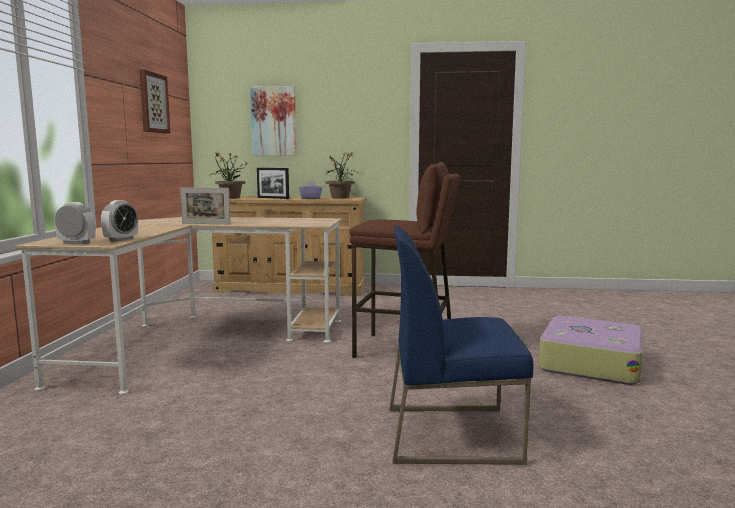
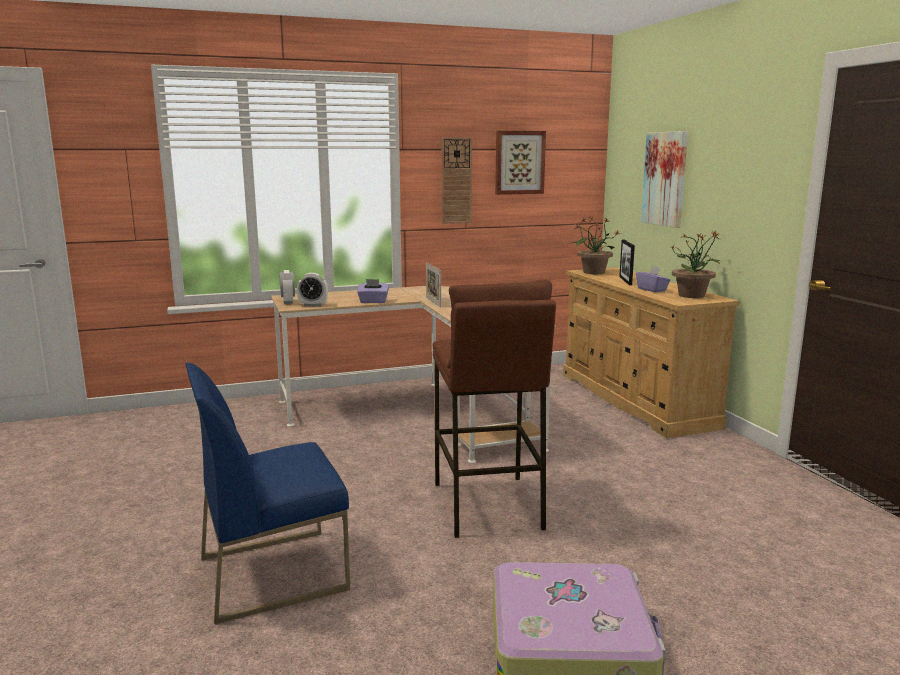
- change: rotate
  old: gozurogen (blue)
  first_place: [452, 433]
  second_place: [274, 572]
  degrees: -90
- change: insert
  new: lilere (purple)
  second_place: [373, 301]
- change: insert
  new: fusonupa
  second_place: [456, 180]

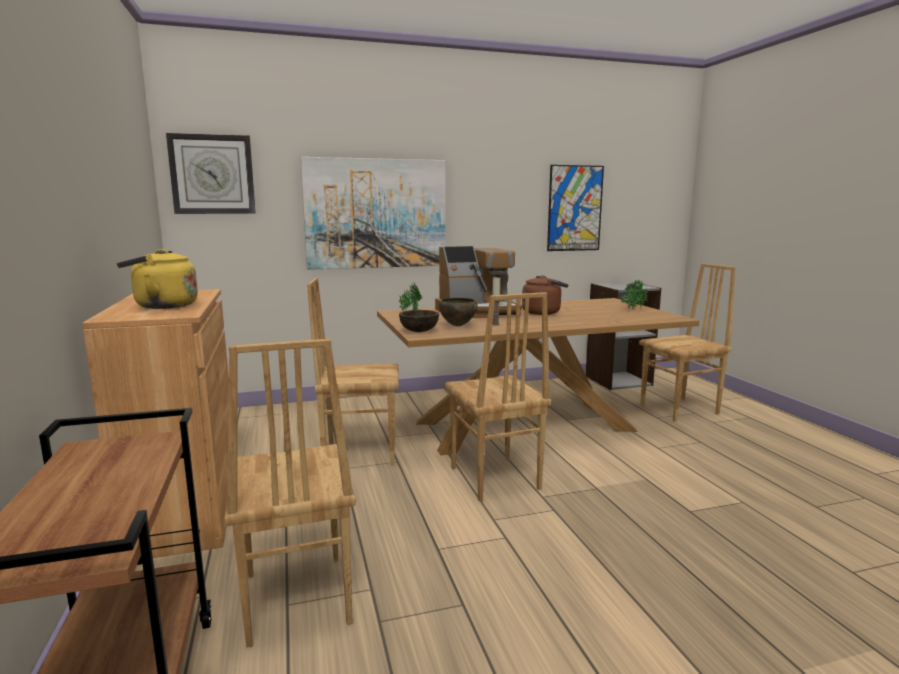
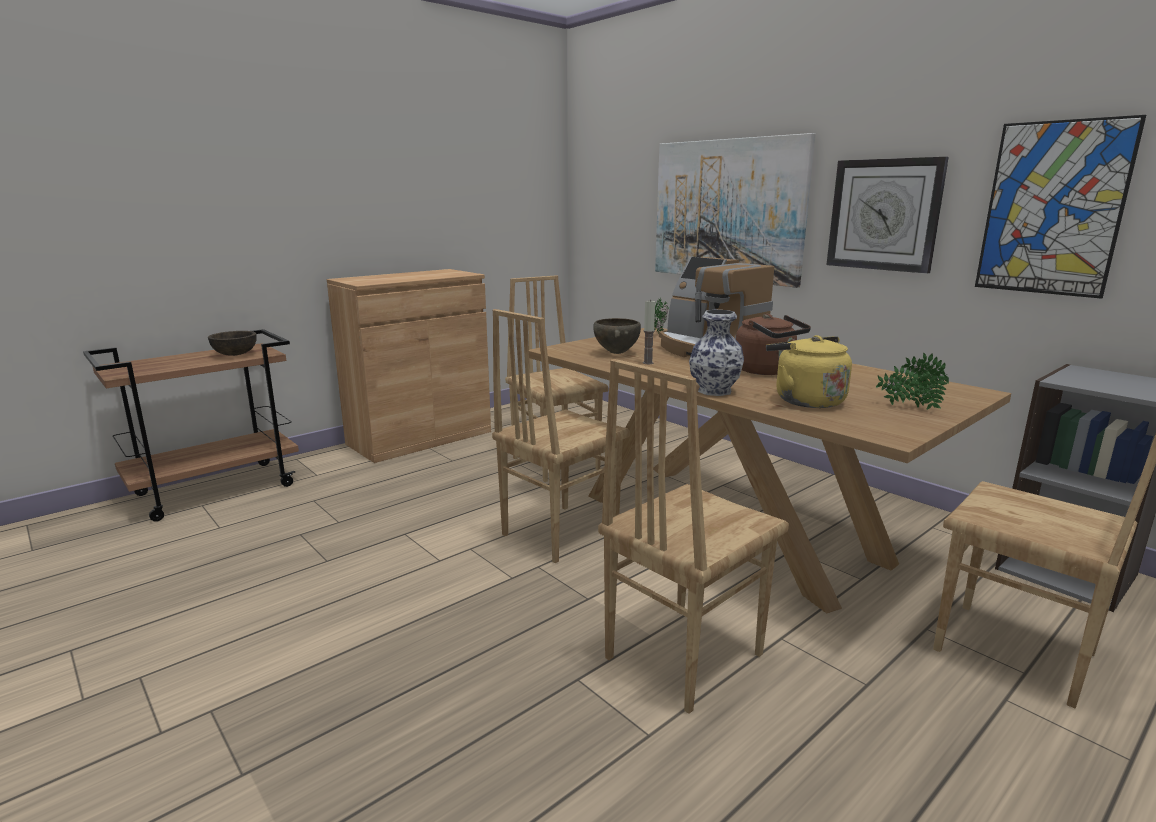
- change: move
  old: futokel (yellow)
  first_place: [162, 306]
  second_place: [805, 400]
- change: move
  old: fusonupa
  first_place: [212, 174]
  second_place: [884, 215]
- change: move
  old: gozurogen (brown)
  first_place: [294, 599]
  second_place: [681, 655]
- change: move
  old: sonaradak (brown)
  first_place: [418, 331]
  second_place: [235, 354]
- change: insert
  new: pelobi
  second_place: [715, 391]

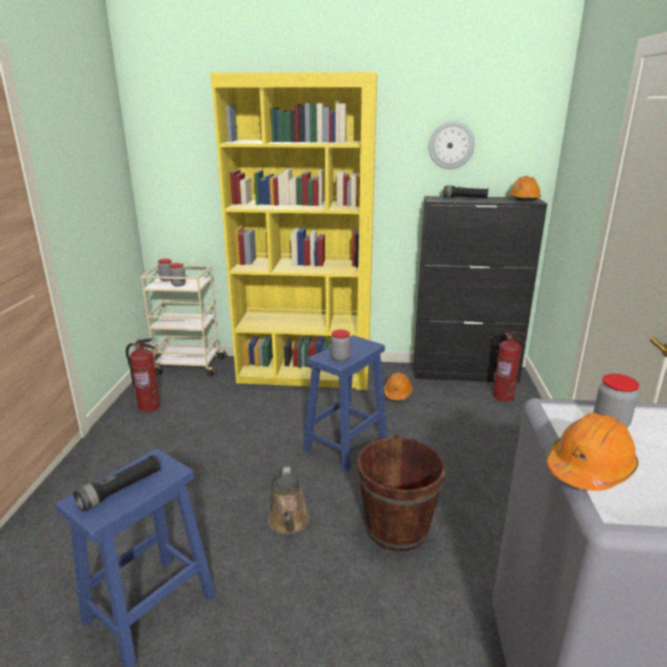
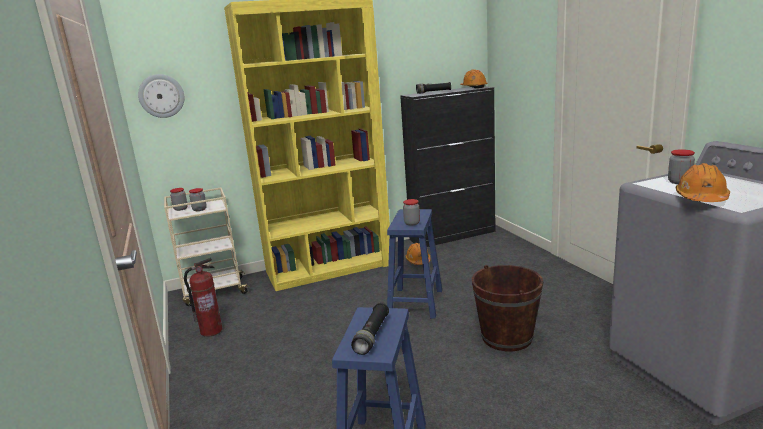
- change: delete
  old: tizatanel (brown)
  first_place: [289, 522]
- change: move
  old: fusonupa
  first_place: [451, 145]
  second_place: [161, 96]
- change: delete
  old: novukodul
  first_place: [503, 396]

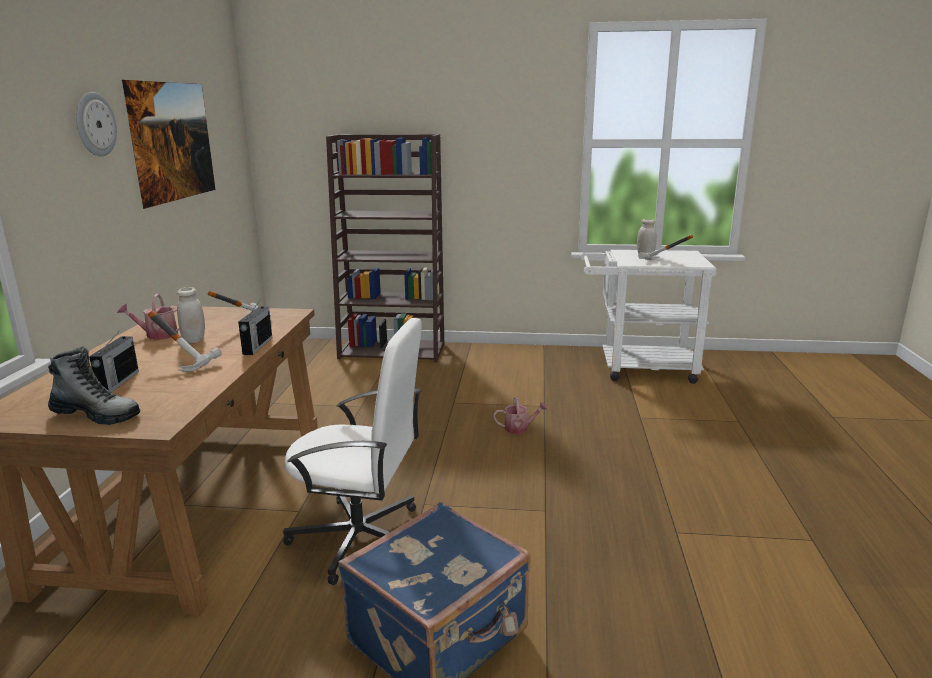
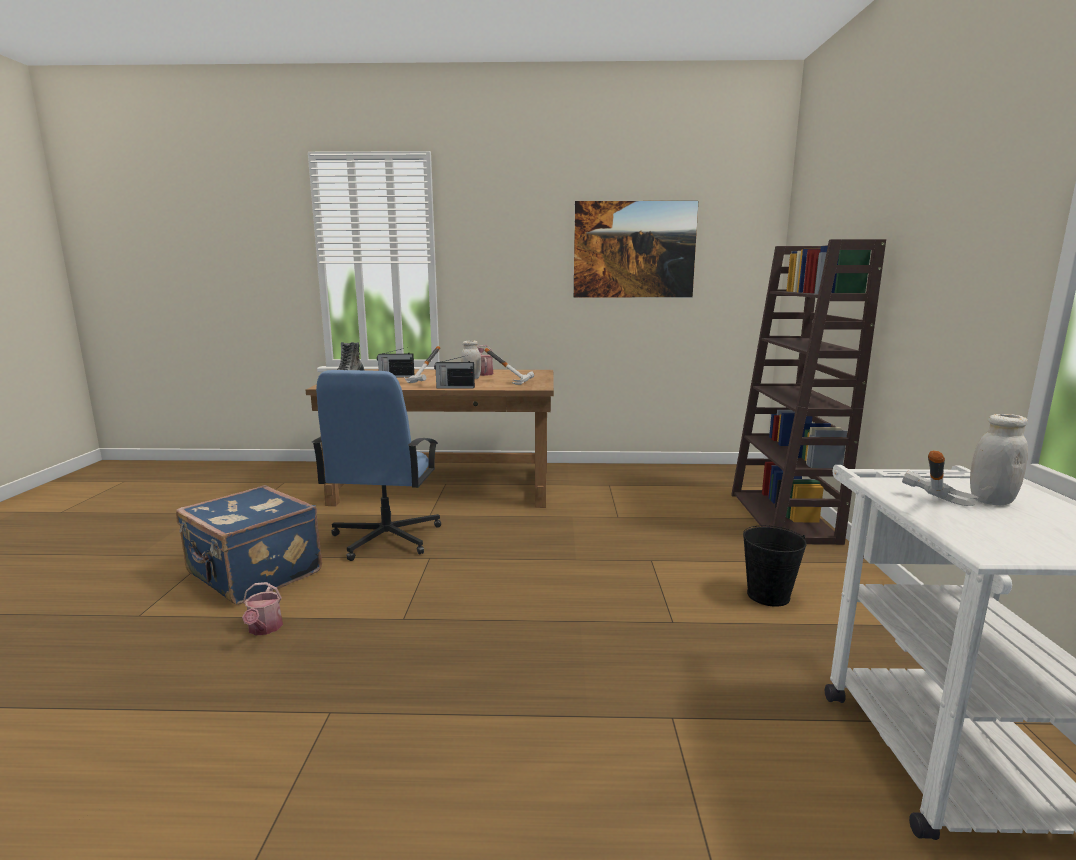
- change: delete
  old: fusonupa
  first_place: [95, 124]
- change: recolor
  old: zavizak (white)
  new: zavizak (blue)
  first_place: [360, 538]
  second_place: [385, 538]
- change: move
  old: tizatanel
  first_place: [519, 428]
  second_place: [264, 629]
- change: insert
  new: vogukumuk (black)
  second_place: [768, 596]

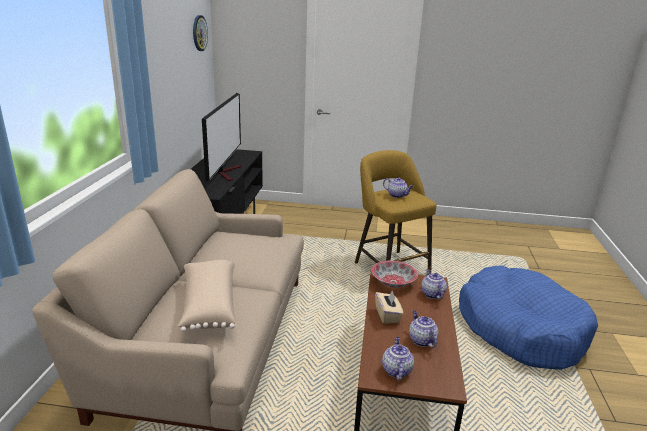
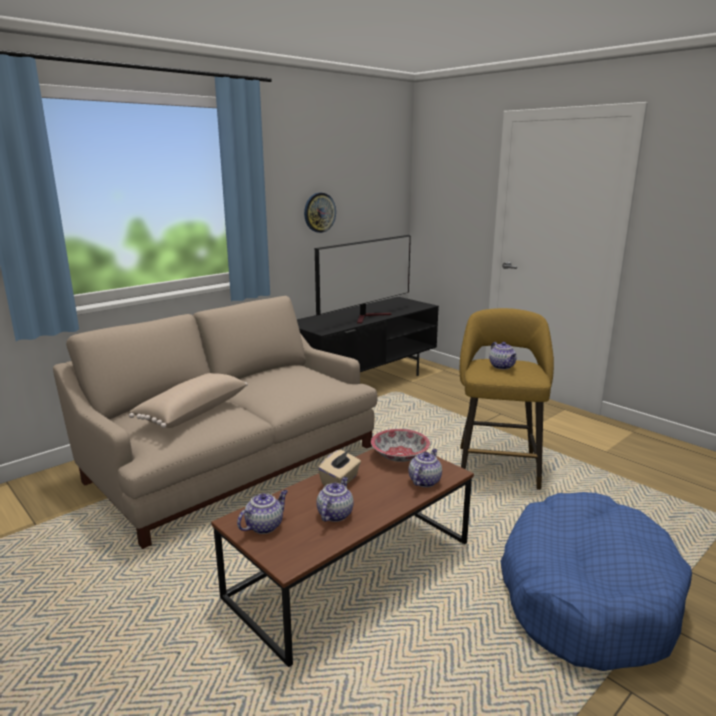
- change: move
  old: fusonupa
  first_place: [199, 33]
  second_place: [319, 212]

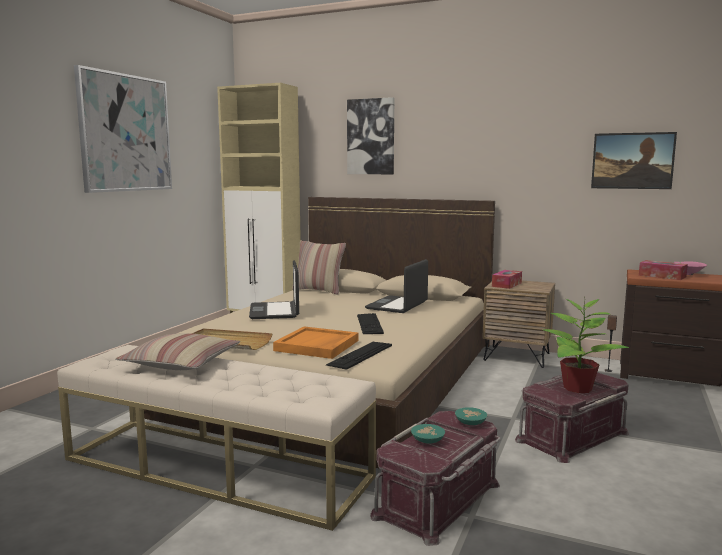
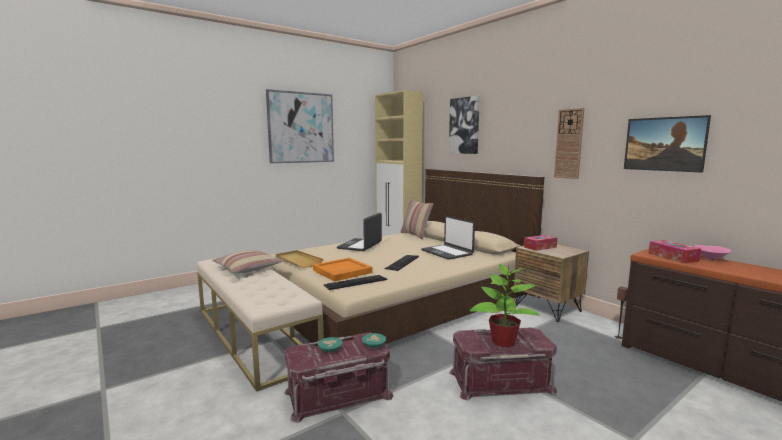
- change: rotate
  old: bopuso
  first_place: [397, 305]
  second_place: [447, 252]
  degrees: -90
- change: insert
  new: fusonupa
  second_place: [569, 144]

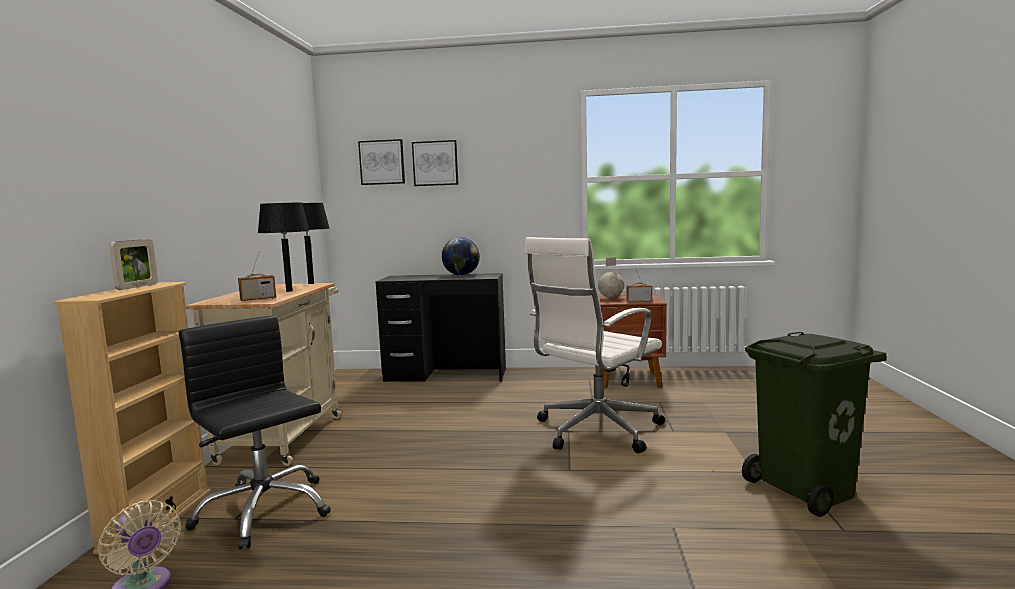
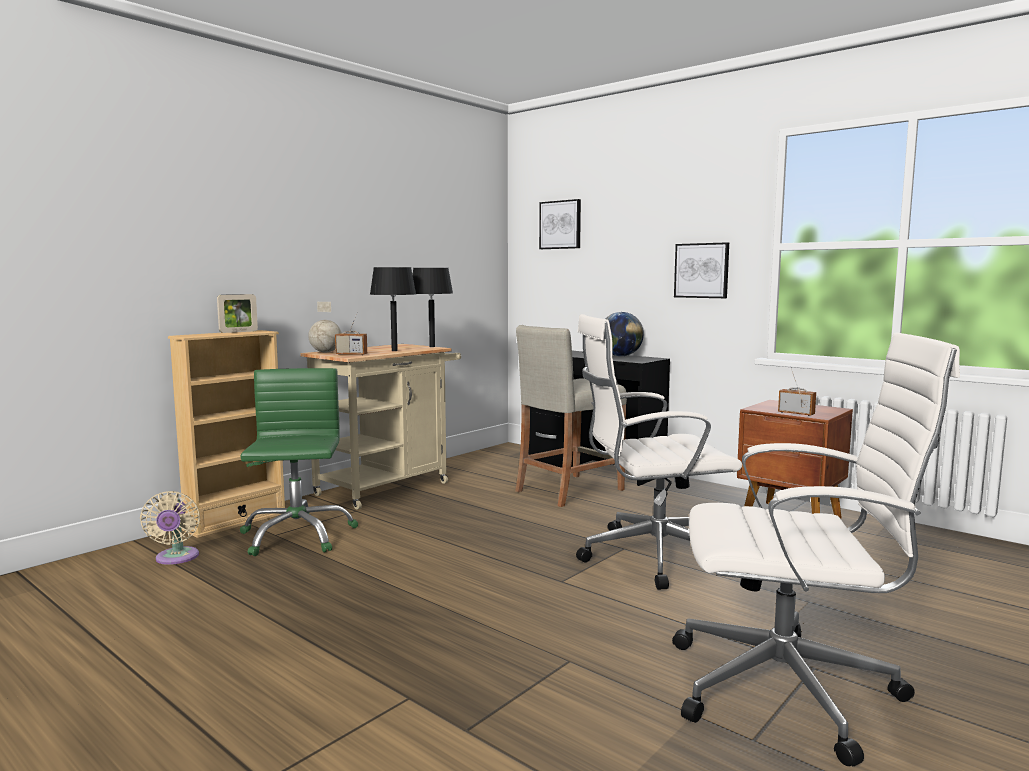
- change: recolor
  old: zavizak (black)
  new: zavizak (green)
  first_place: [263, 511]
  second_place: [297, 535]
- change: move
  old: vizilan
  first_place: [435, 163]
  second_place: [701, 270]
- change: move
  old: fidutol
  first_place: [610, 297]
  second_place: [325, 352]
- change: replace
  old: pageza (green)
  new: zavizak (white)
  first_place: [807, 490]
  second_place: [790, 690]
- change: insert
  new: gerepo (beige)
  second_place: [569, 490]

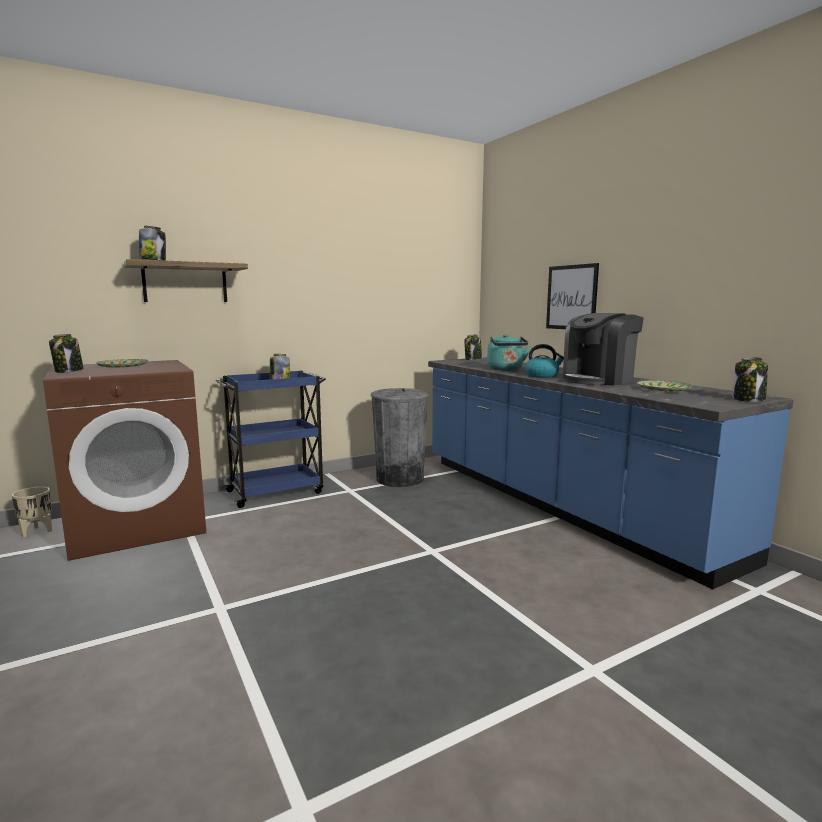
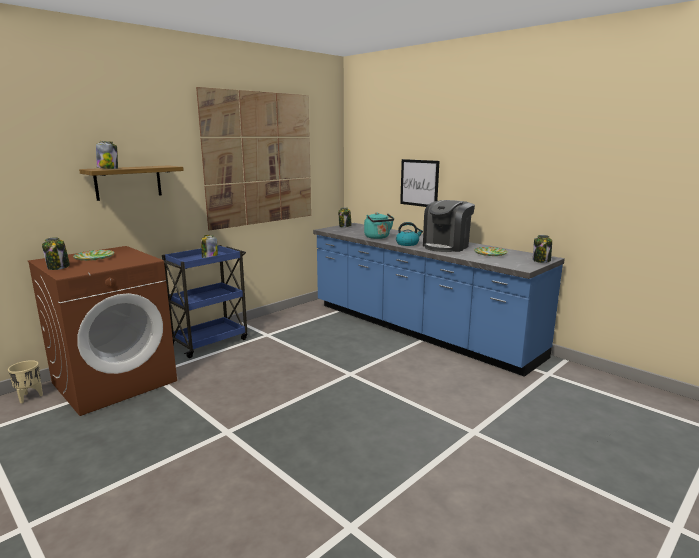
- change: delete
  old: pageza (grey)
  first_place: [400, 479]
- change: insert
  new: vizilan
  second_place: [259, 159]

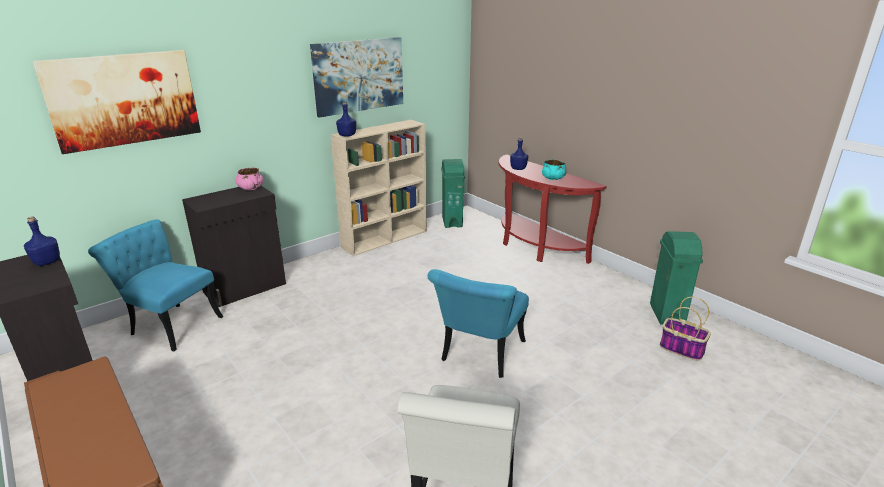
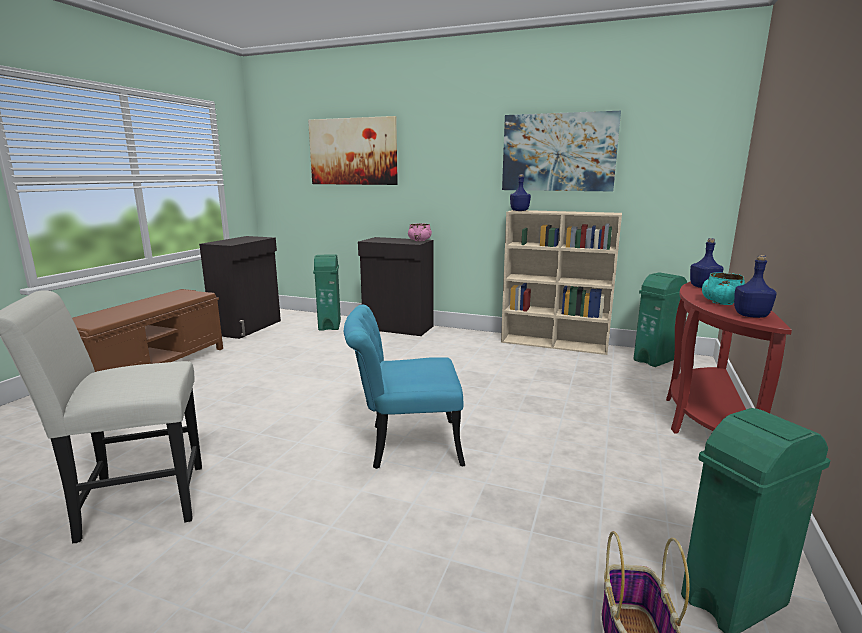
- change: move
  old: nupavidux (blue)
  first_place: [47, 262]
  second_place: [751, 315]
- change: replace
  old: gozurogen (turquoise)
  new: pageza (green)
  first_place: [170, 324]
  second_place: [330, 325]

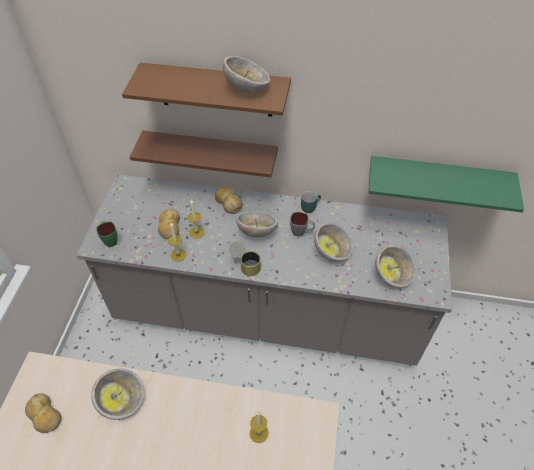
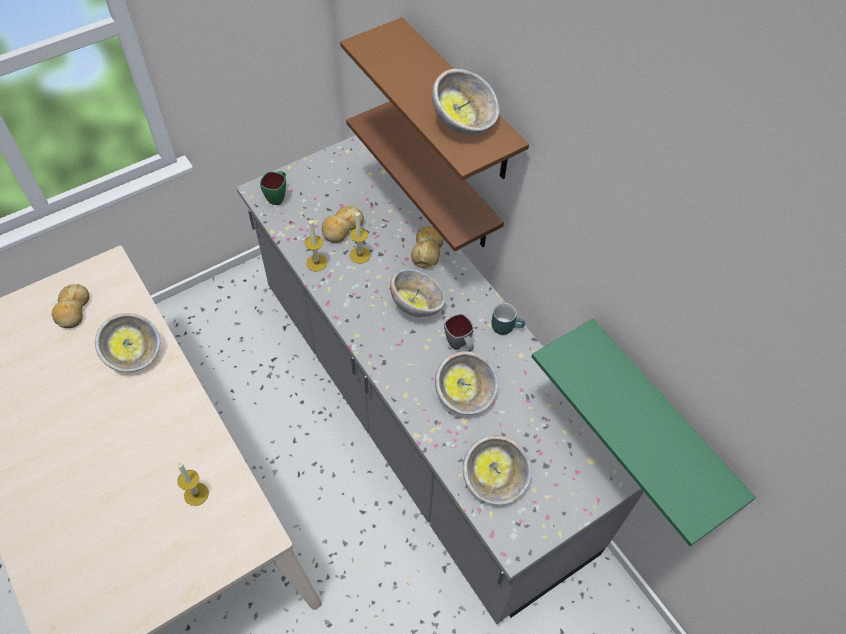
- change: delete
  old: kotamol
  first_place: [245, 265]

